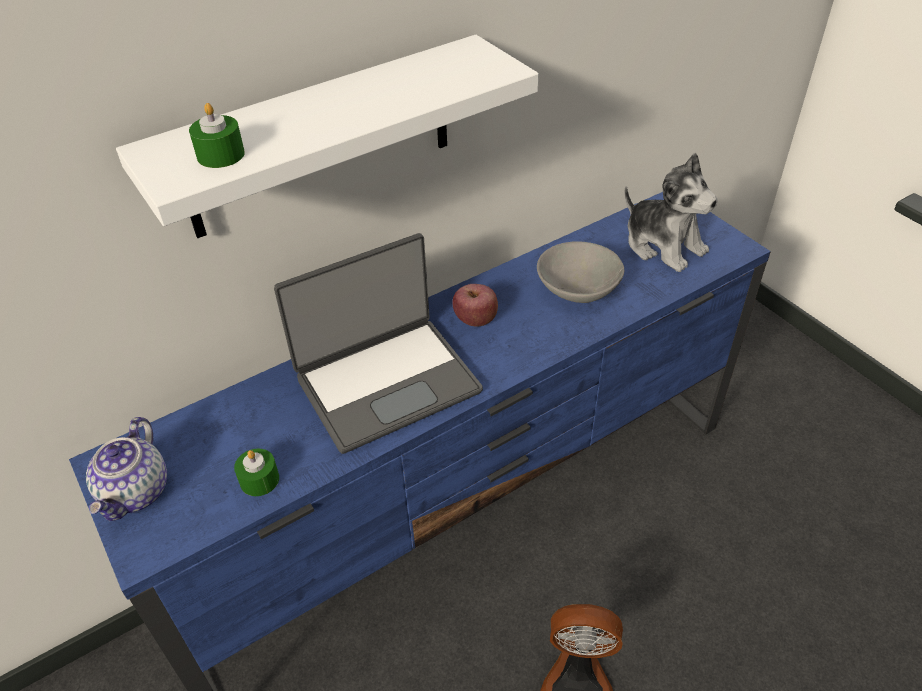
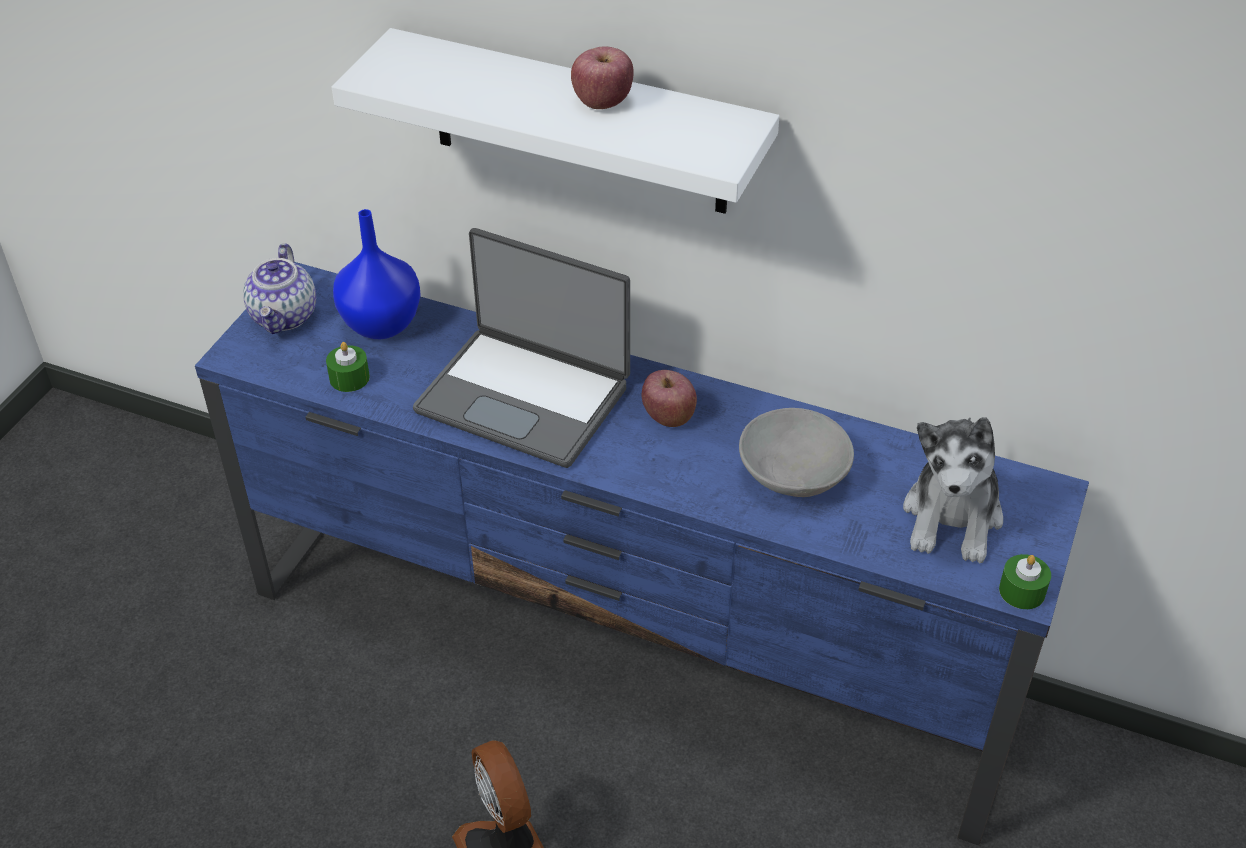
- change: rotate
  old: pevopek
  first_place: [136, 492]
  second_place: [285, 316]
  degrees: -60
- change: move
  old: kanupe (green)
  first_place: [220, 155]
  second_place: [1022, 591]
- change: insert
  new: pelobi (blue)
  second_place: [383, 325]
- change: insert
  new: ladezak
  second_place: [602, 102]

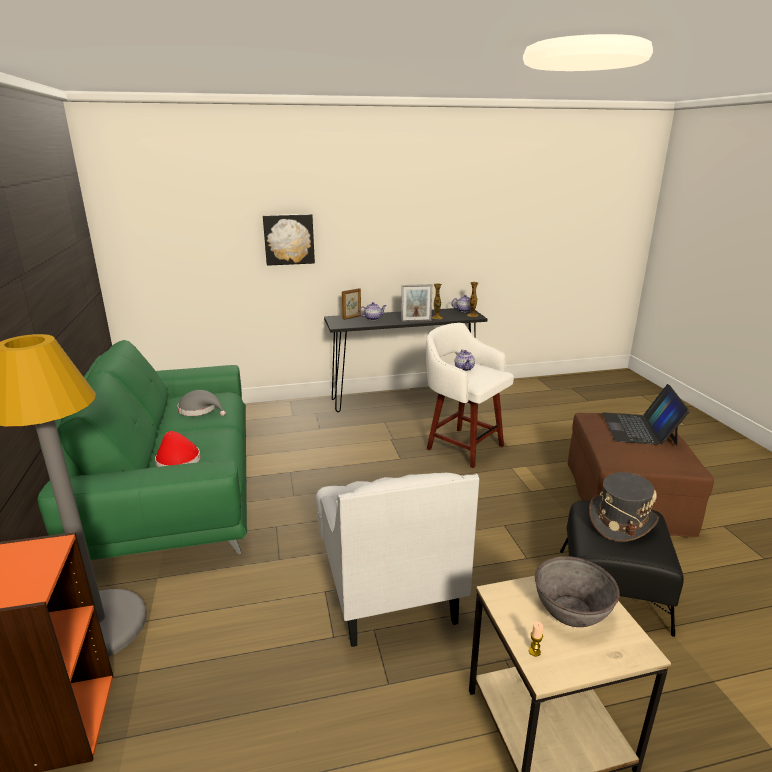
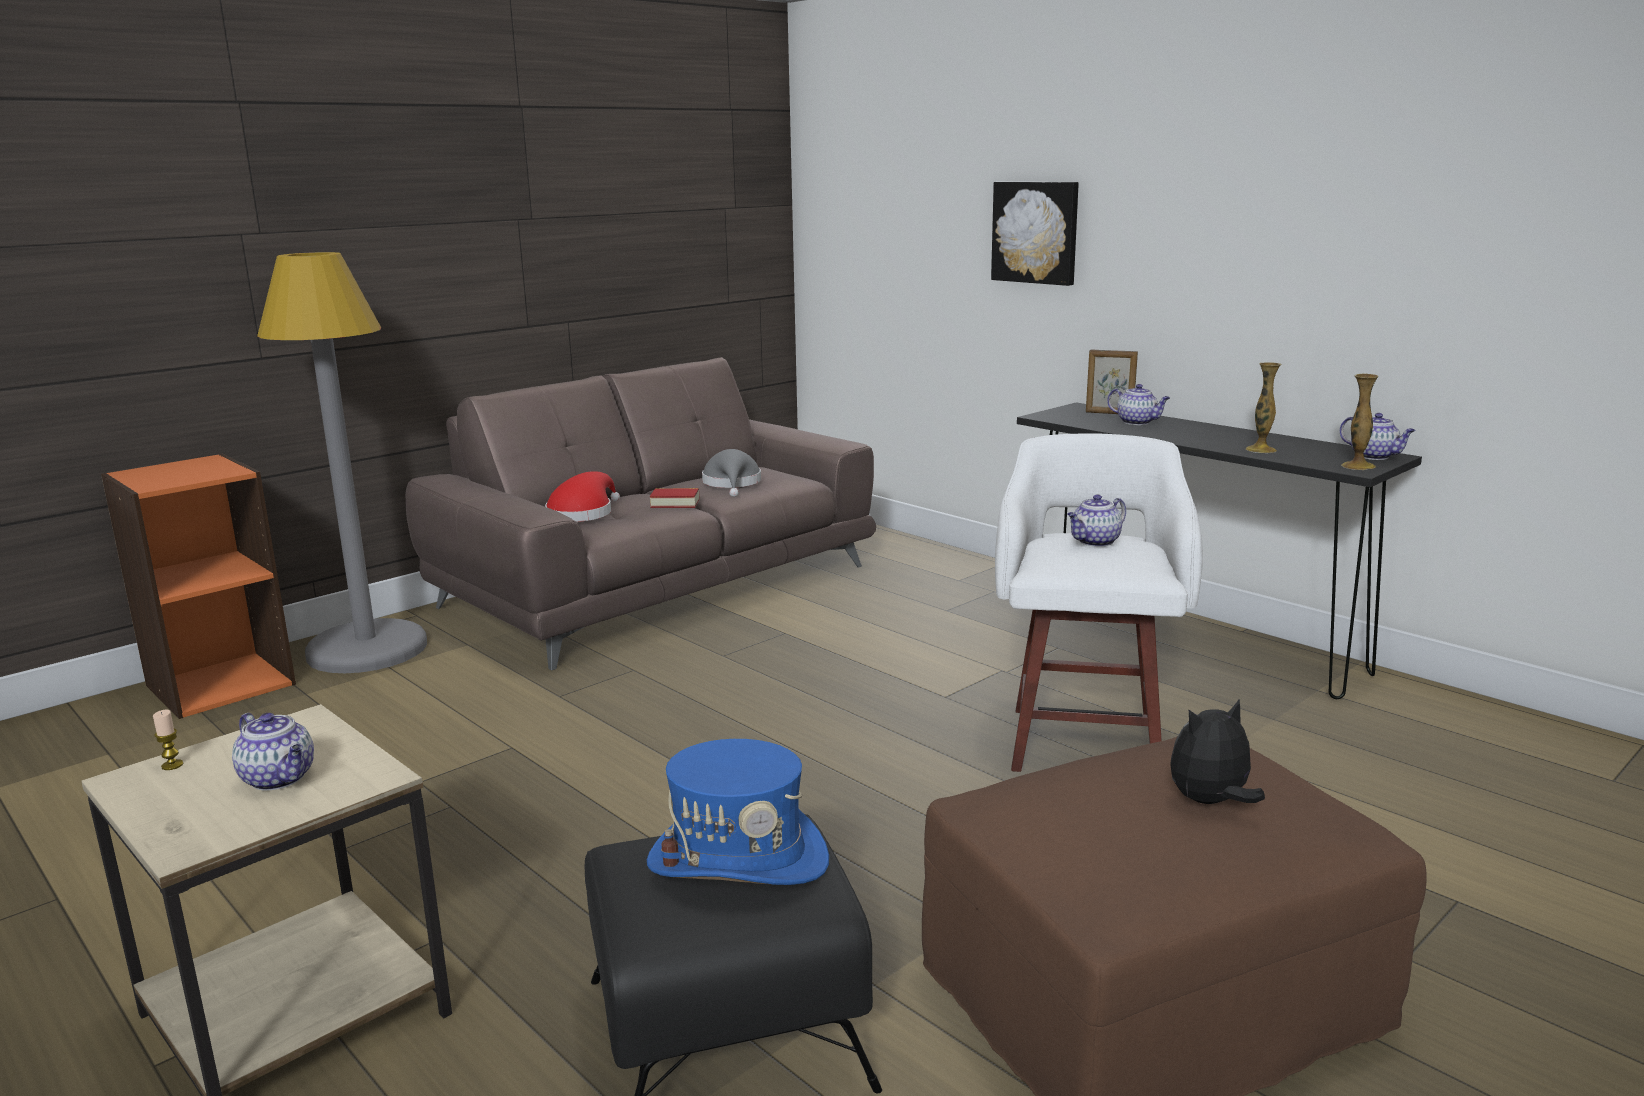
- change: recolor
  old: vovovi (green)
  new: vovovi (brown)
  first_place: [174, 487]
  second_place: [658, 586]
- change: delete
  old: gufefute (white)
  first_place: [387, 586]
- change: delete
  old: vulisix
  first_place: [416, 321]
- change: replace
  old: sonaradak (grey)
  new: pevopek
  first_place: [571, 610]
  second_place: [280, 779]
- change: recolor
  old: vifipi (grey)
  new: vifipi (blue)
  first_place: [621, 521]
  second_place: [738, 860]
- change: replace
  old: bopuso
  new: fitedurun
  first_place: [639, 428]
  second_place: [1210, 802]
- change: insert
  new: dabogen
  second_place: [675, 503]

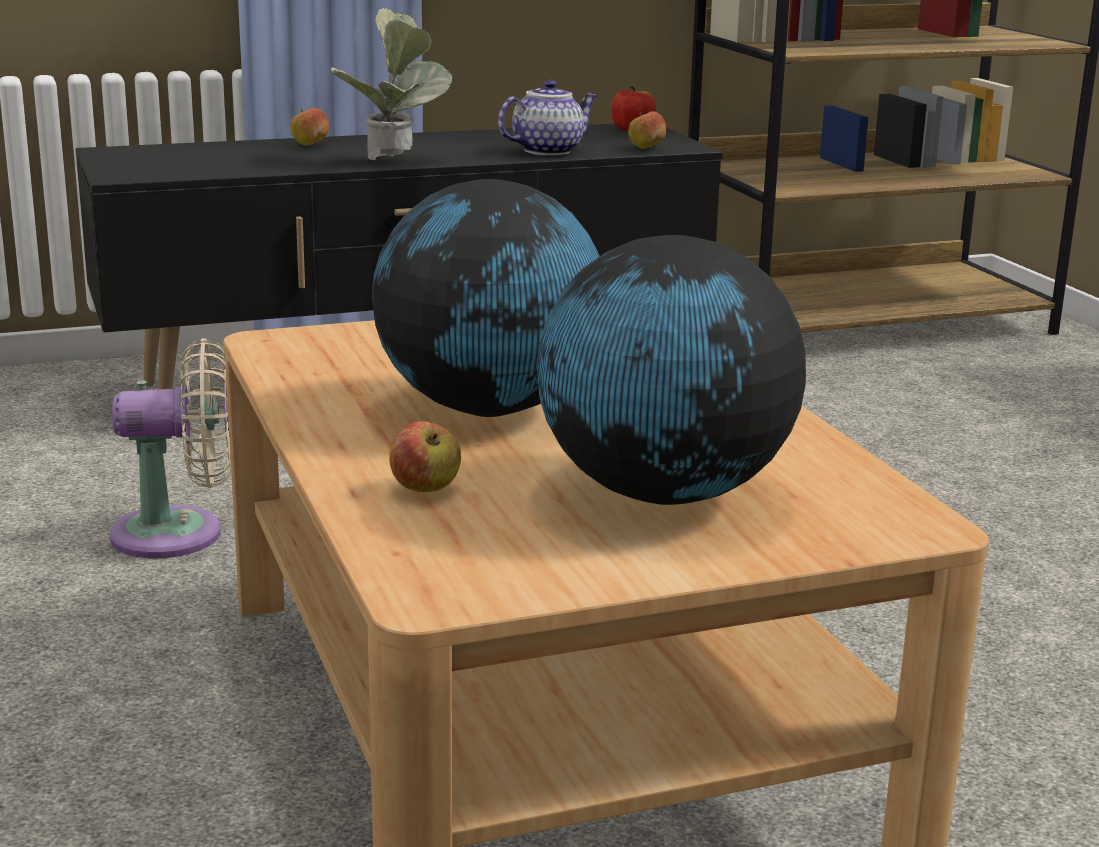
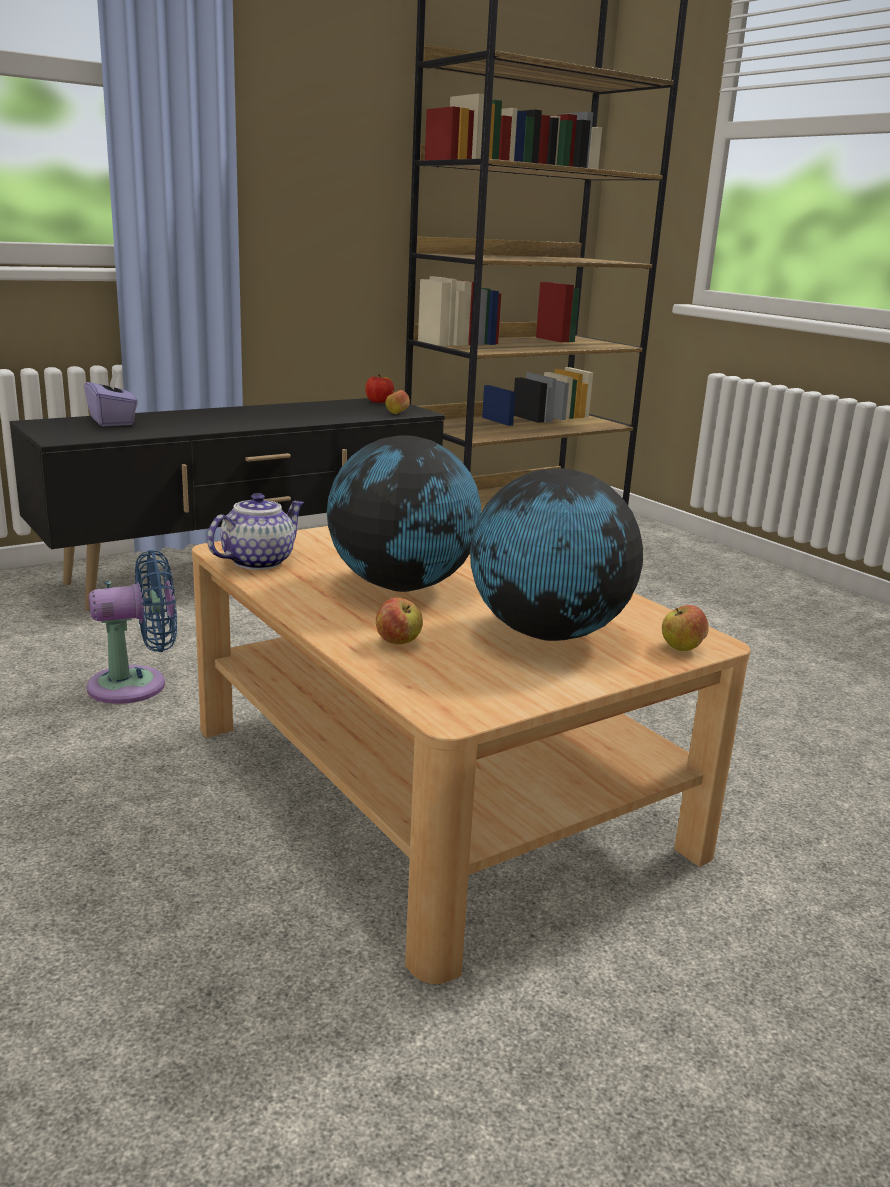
- change: recolor
  old: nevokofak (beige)
  new: nevokofak (blue)
  first_place: [180, 534]
  second_place: [136, 685]
- change: move
  old: ladezak
  first_place: [310, 145]
  second_place: [682, 648]
- change: delete
  old: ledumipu
  first_place: [395, 162]
- change: move
  old: pevopek
  first_place: [548, 150]
  second_place: [259, 561]
- change: insert
  new: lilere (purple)
  second_place: [113, 421]

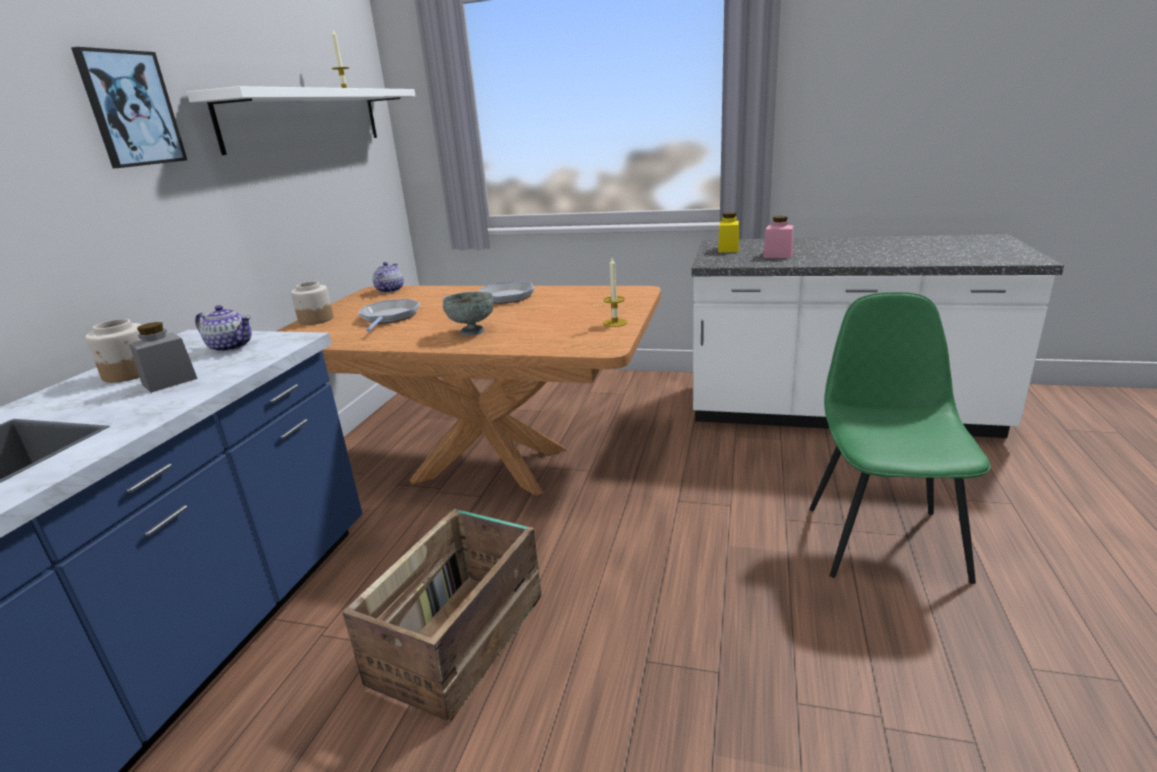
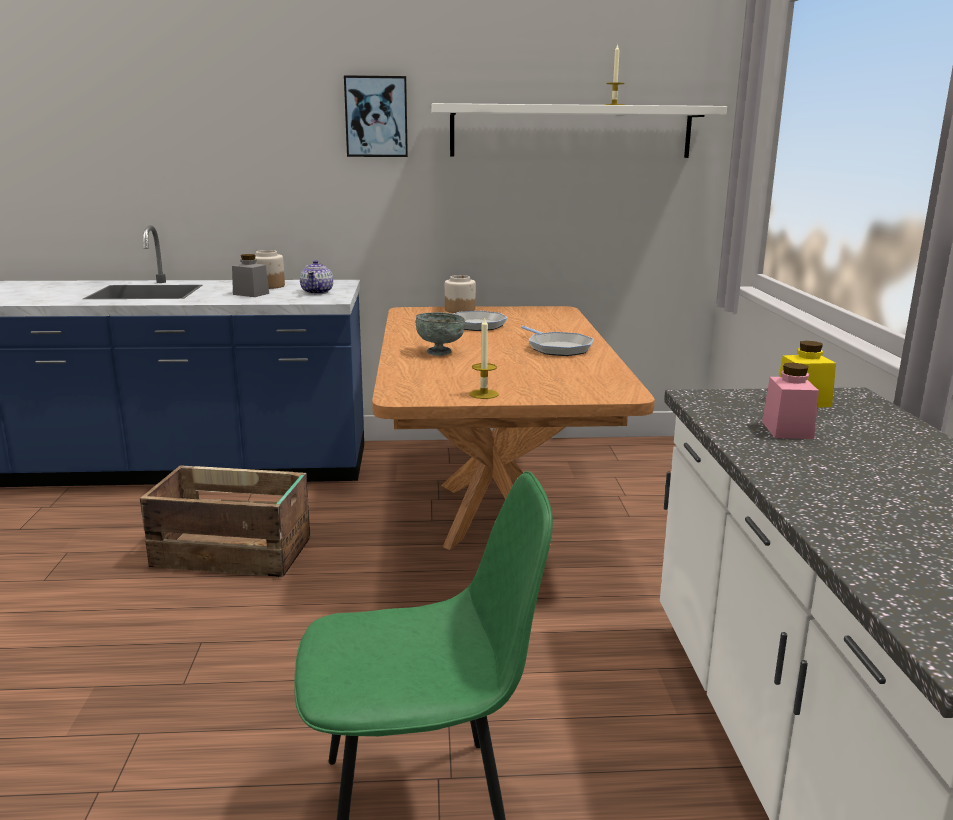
- change: delete
  old: pevopek
  first_place: [389, 290]

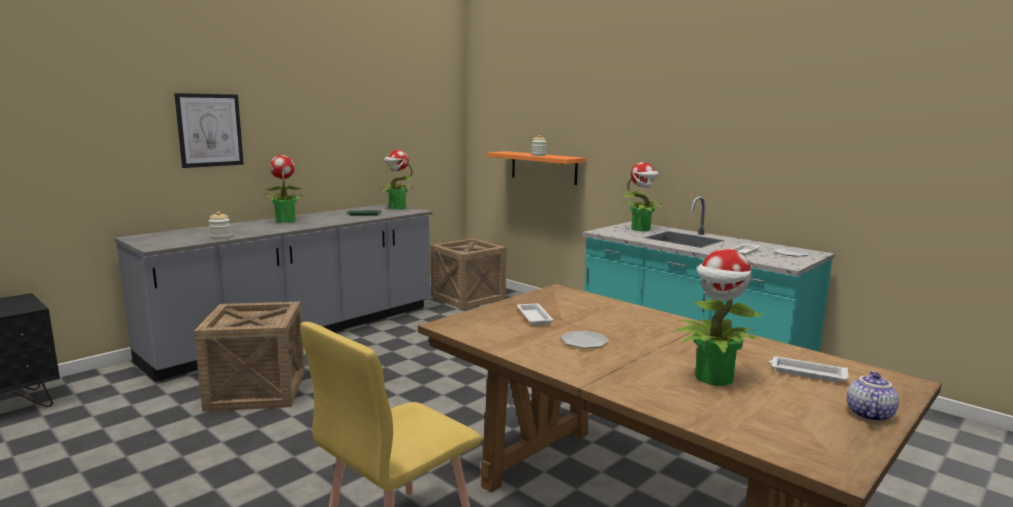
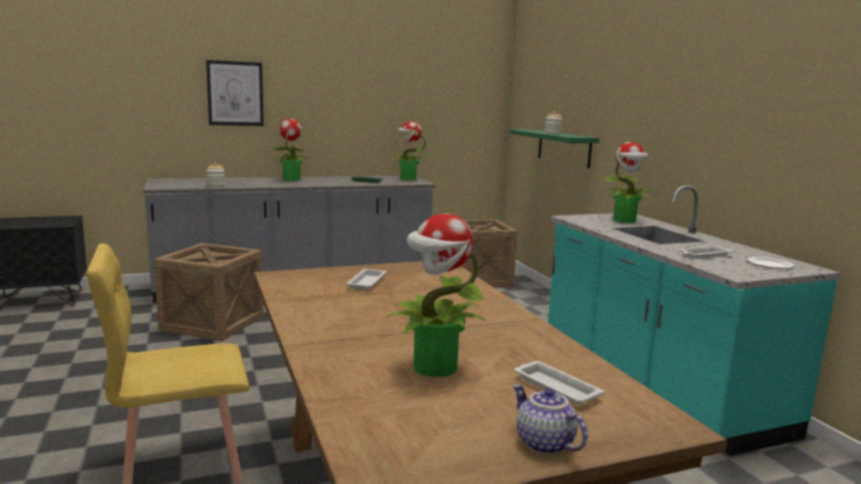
- change: recolor
  old: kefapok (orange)
  new: kefapok (green)
  first_place: [543, 167]
  second_place: [564, 148]
- change: delete
  old: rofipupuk
  first_place: [584, 341]
- change: rotate
  old: pevopek
  first_place: [868, 414]
  second_place: [543, 444]
  degrees: -90

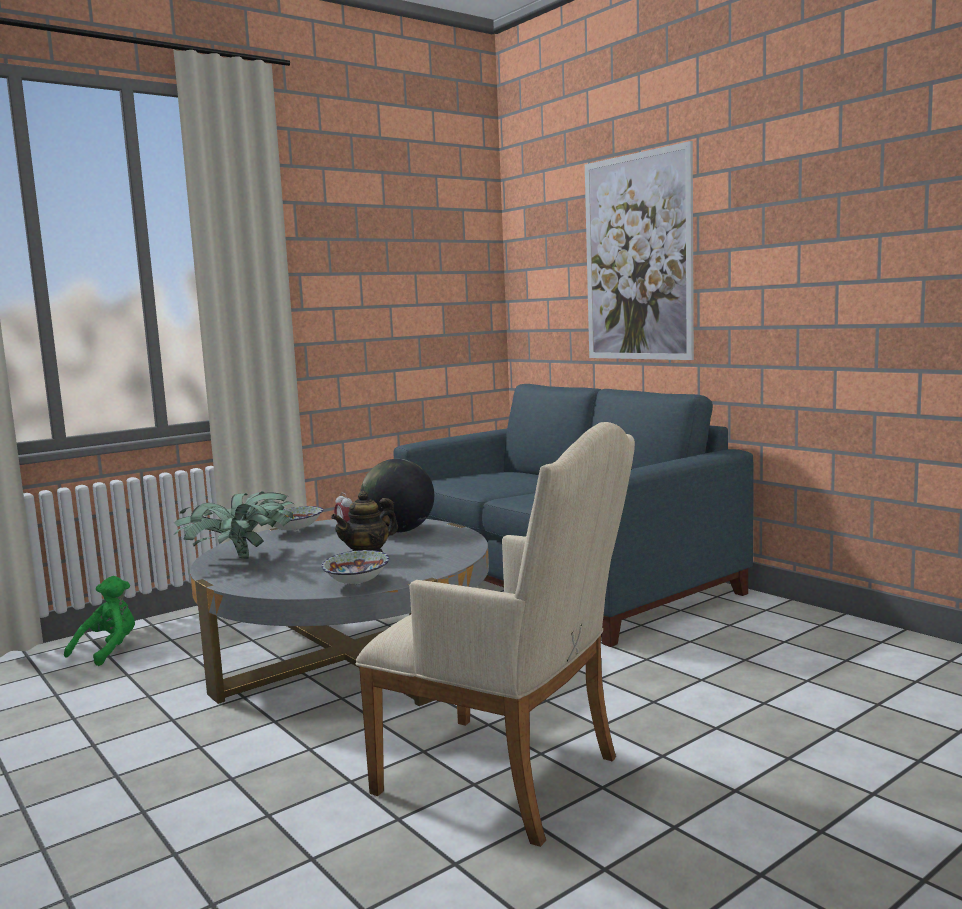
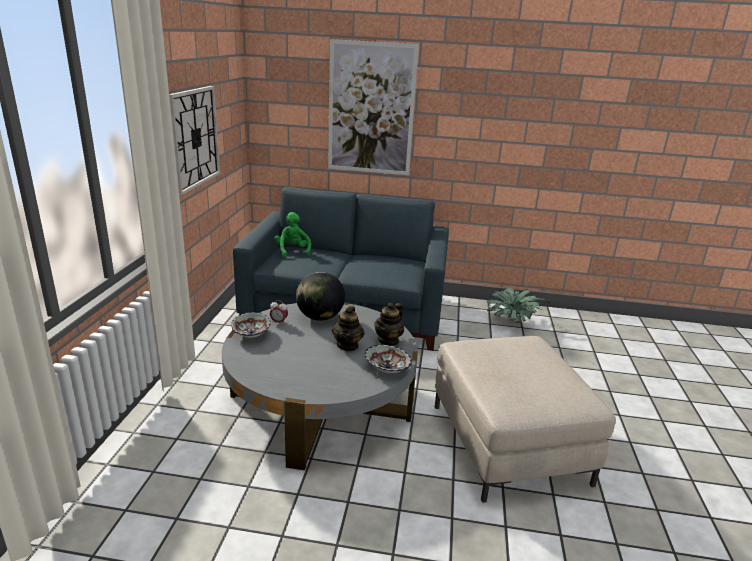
- change: move
  old: fitedurun (green)
  first_place: [109, 650]
  second_place: [292, 251]
- change: move
  old: ledumipu
  first_place: [239, 560]
  second_place: [511, 322]
- change: replace
  old: gufefute (beige)
  new: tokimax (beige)
  first_place: [510, 779]
  second_place: [508, 443]
- change: insert
  new: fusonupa
  second_place: [194, 138]
- change: insert
  new: pevopek
  second_place: [388, 340]

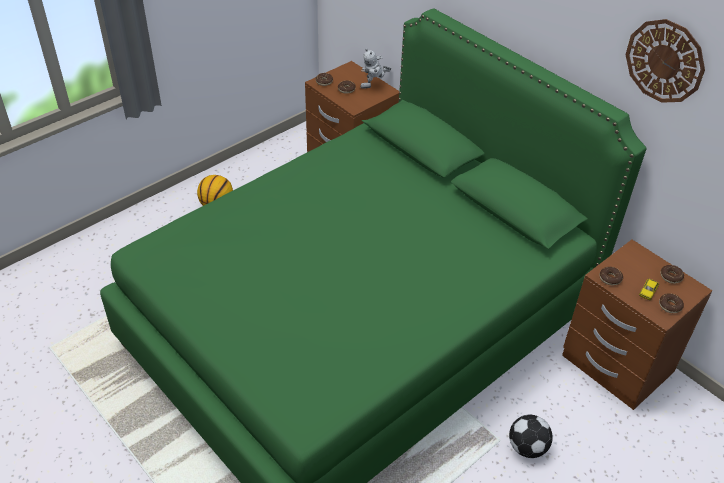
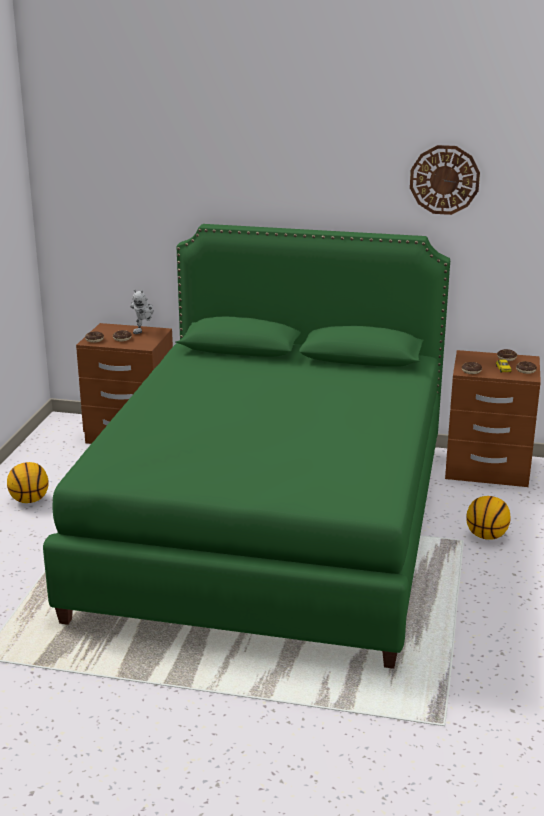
- change: replace
  old: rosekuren
  new: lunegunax
  first_place: [528, 447]
  second_place: [486, 536]

